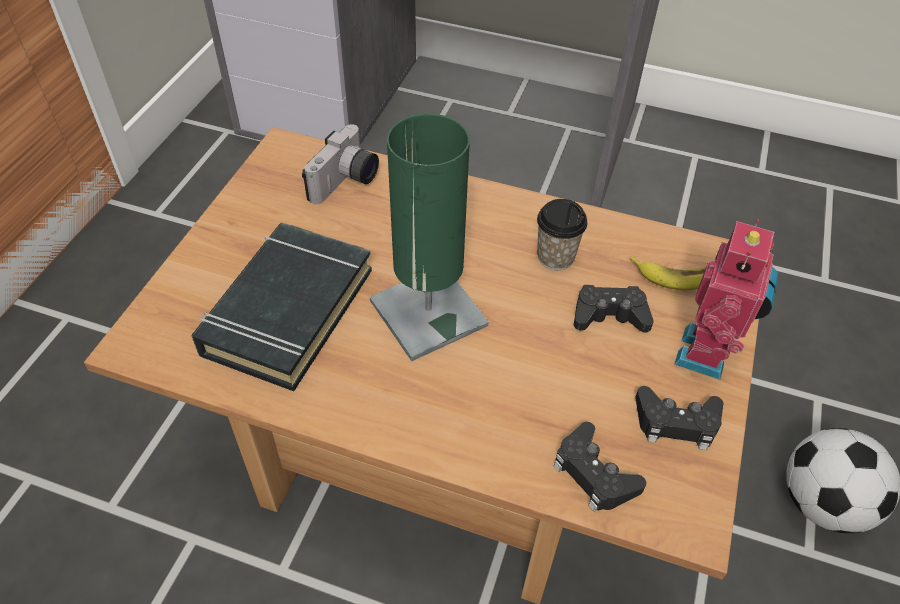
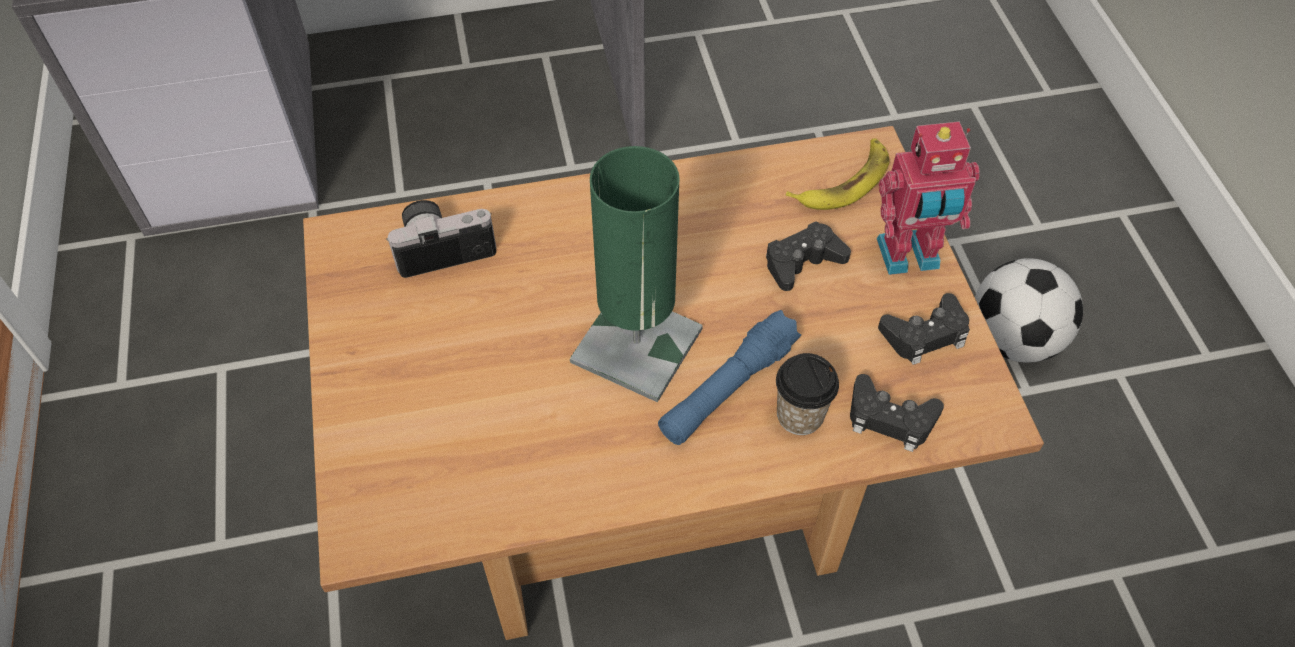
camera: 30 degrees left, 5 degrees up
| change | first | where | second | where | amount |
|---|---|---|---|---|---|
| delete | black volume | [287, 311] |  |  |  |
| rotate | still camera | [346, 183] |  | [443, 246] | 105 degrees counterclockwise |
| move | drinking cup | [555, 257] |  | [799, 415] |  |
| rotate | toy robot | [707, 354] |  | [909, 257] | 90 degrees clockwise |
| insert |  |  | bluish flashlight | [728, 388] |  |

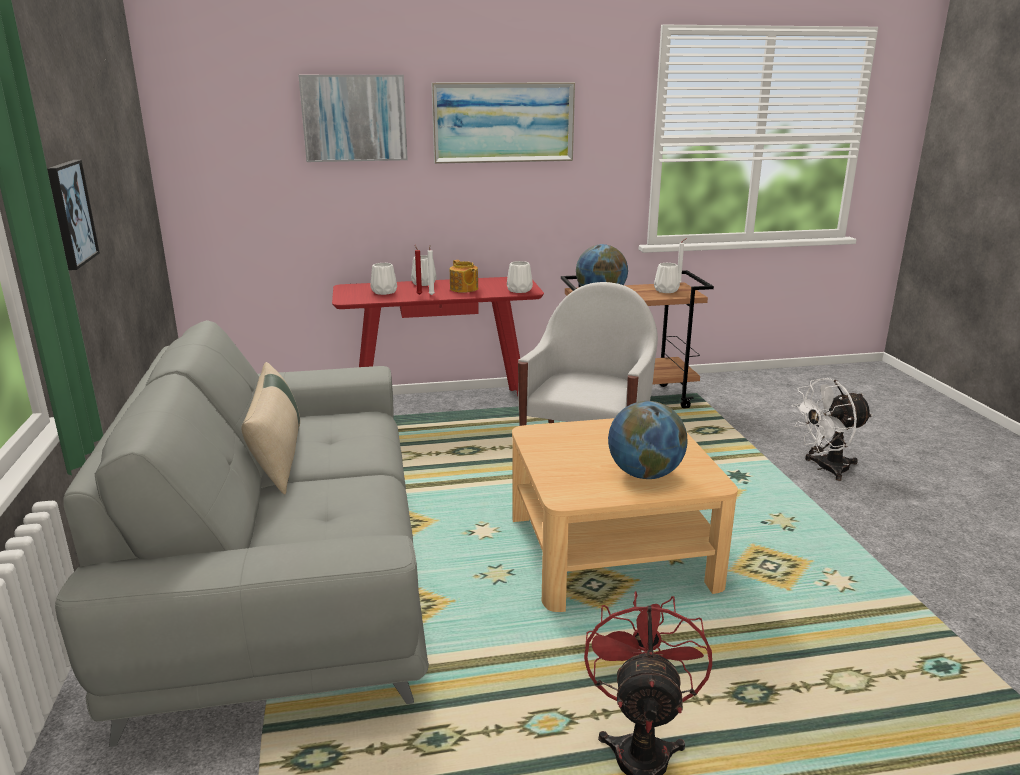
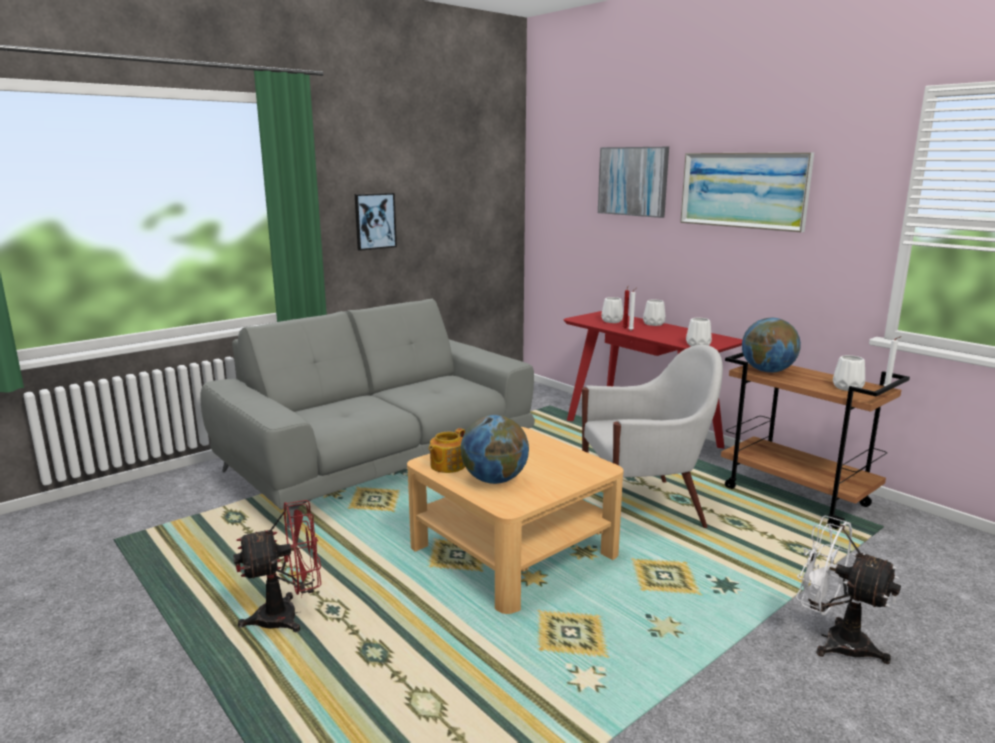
camera: 60 degrees right, 5 degrees down
| change | first | where | second | where | amount |
|---|---|---|---|---|---|
| delete | beige throw pillow | [278, 458] |  |  |  |
| move | pot for tea | [464, 289] |  | [447, 465] |  |

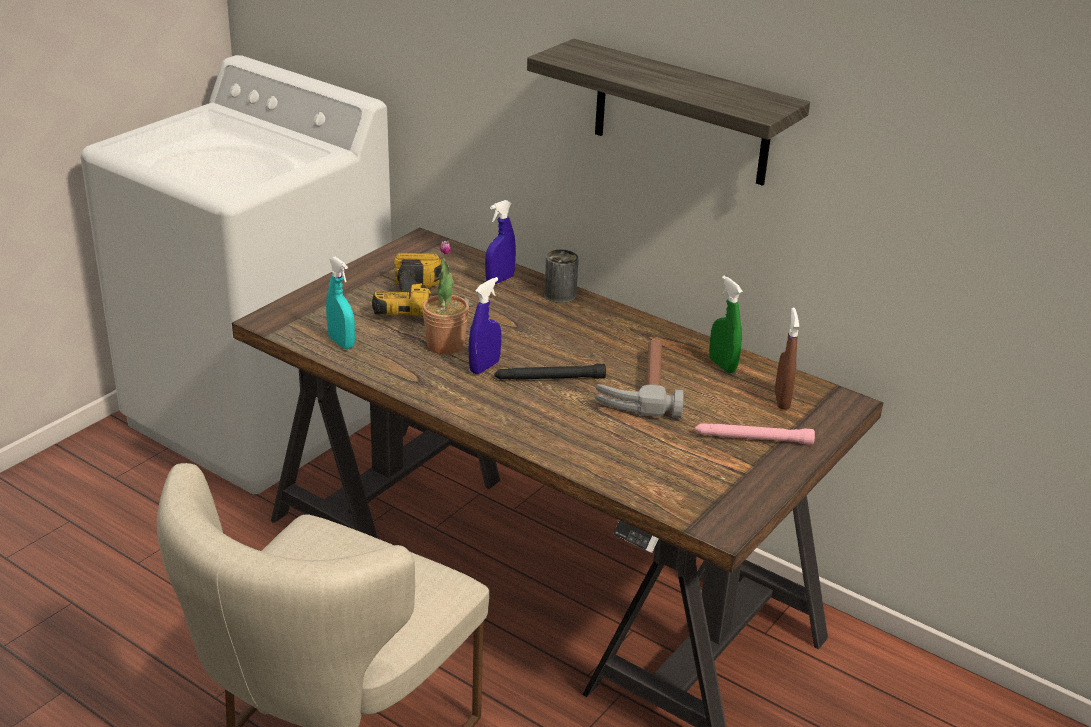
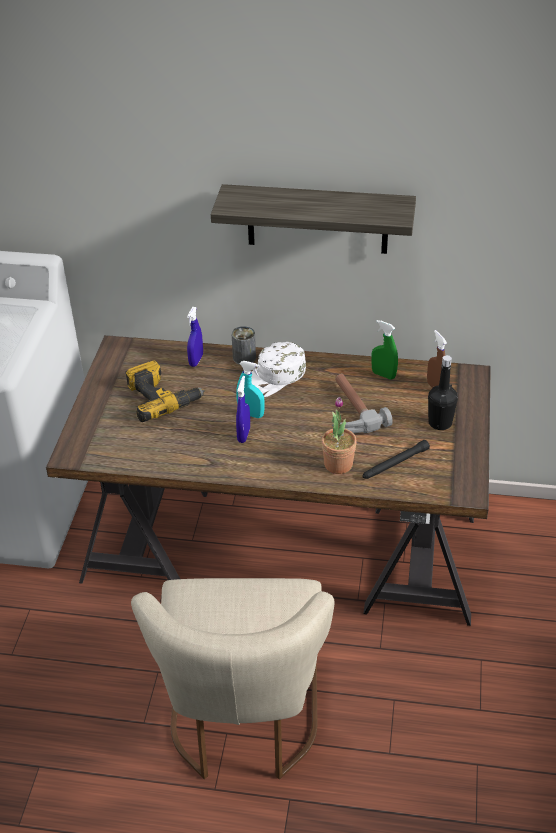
camera: 25 degrees left, 10 degrees up
| change | first | where | second | where | amount |
|---|---|---|---|---|---|
| move | turquoise-coloured hand sprayer | [341, 343] |  | [251, 414] |  |
| move | potted plant | [445, 345] |  | [338, 464] |  |
| move | black flashlight | [549, 378] |  | [394, 464] |  |
| replace | pink flashlight | [753, 439] | black beverage bottle | [440, 423] |  |
| insert |  |  | whitish cap | [274, 377] |  |

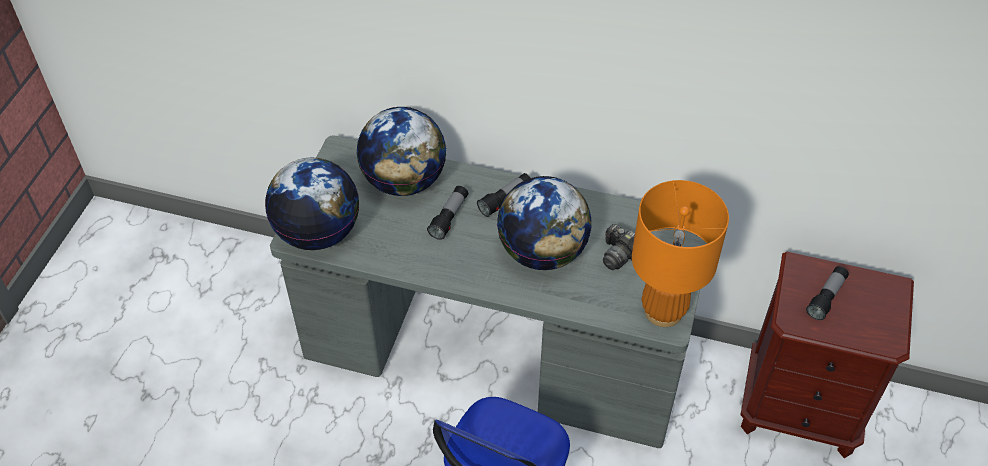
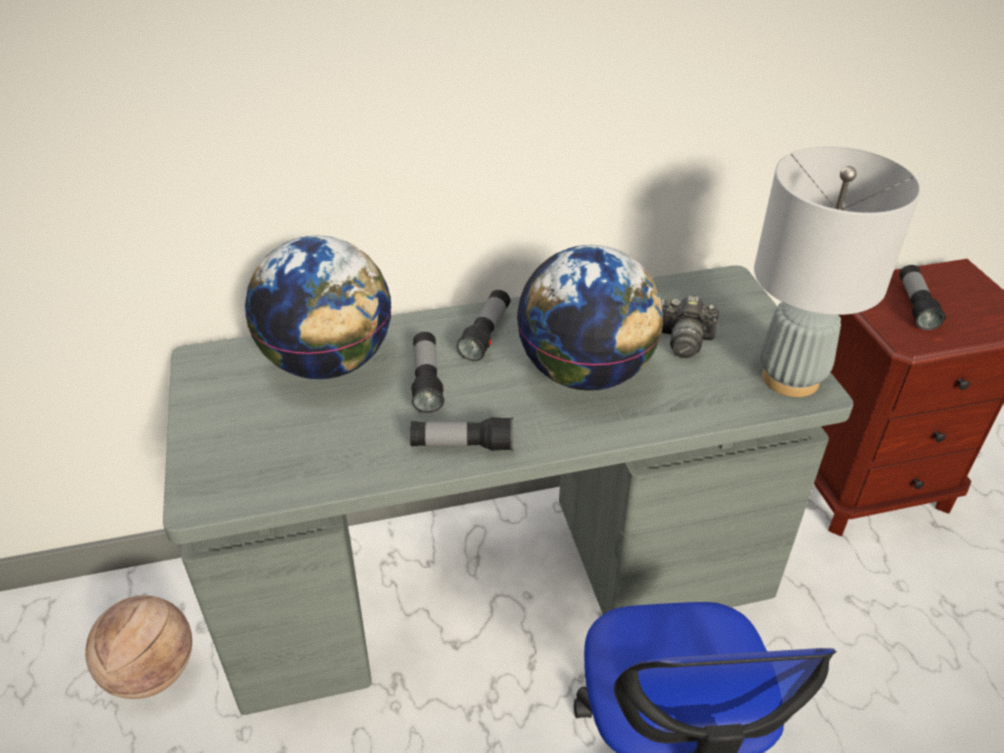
camera: 30 degrees left, 10 degrees down
| change | first | where | second | where | amount |
|---|---|---|---|---|---|
| delete | globe | [318, 232] |  |  |  |
| recolor | orange table lamp | [663, 311] | grey table lamp | [790, 378] |  |
| insert |  |  | ball for basketball | [152, 673] |  |
| insert |  |  | flashlight | [462, 445] |  |

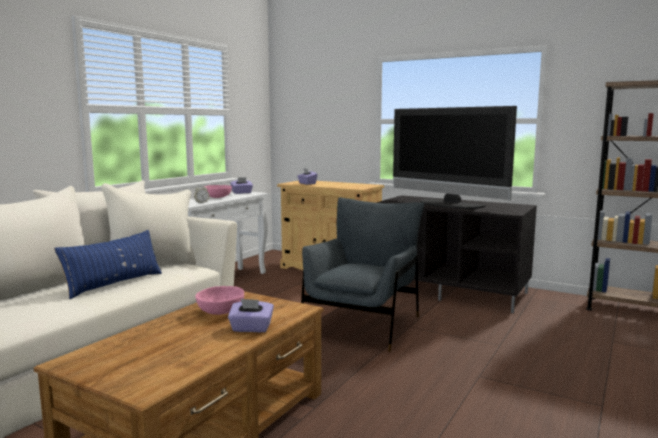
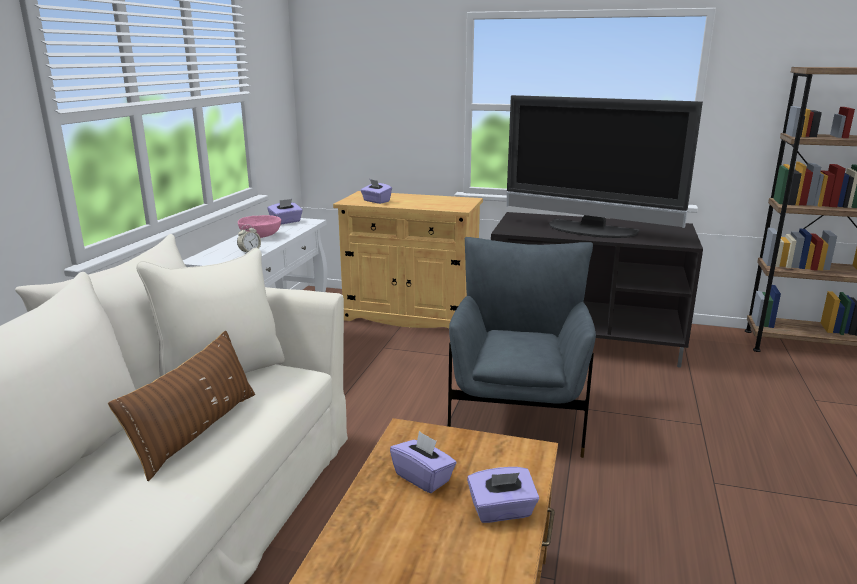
camera: 15 degrees left, 10 degrees up
| change | first | where | second | where | amount |
|---|---|---|---|---|---|
| recolor | bluish throw pillow | [114, 284] | brown throw pillow | [196, 431] |  |
| replace | pink serving bowl | [220, 312] | purplish tissue holder | [423, 477] |  |

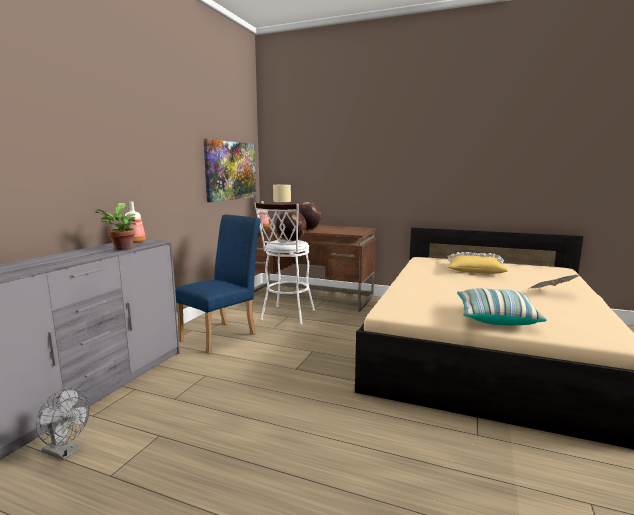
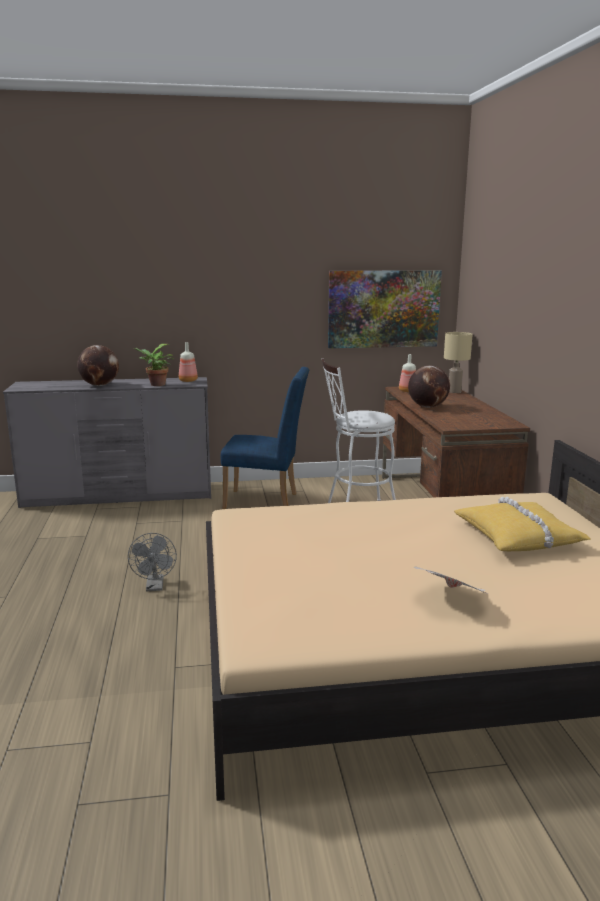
camera: 60 degrees right, 5 degrees up
| change | first | where | second | where | amount |
|---|---|---|---|---|---|
| move | grey cooling fan | [65, 452] |  | [155, 587] |  |
| move | globe | [291, 241] |  | [100, 385] |  |
| delete | throw pillow | [495, 318] |  |  |  |

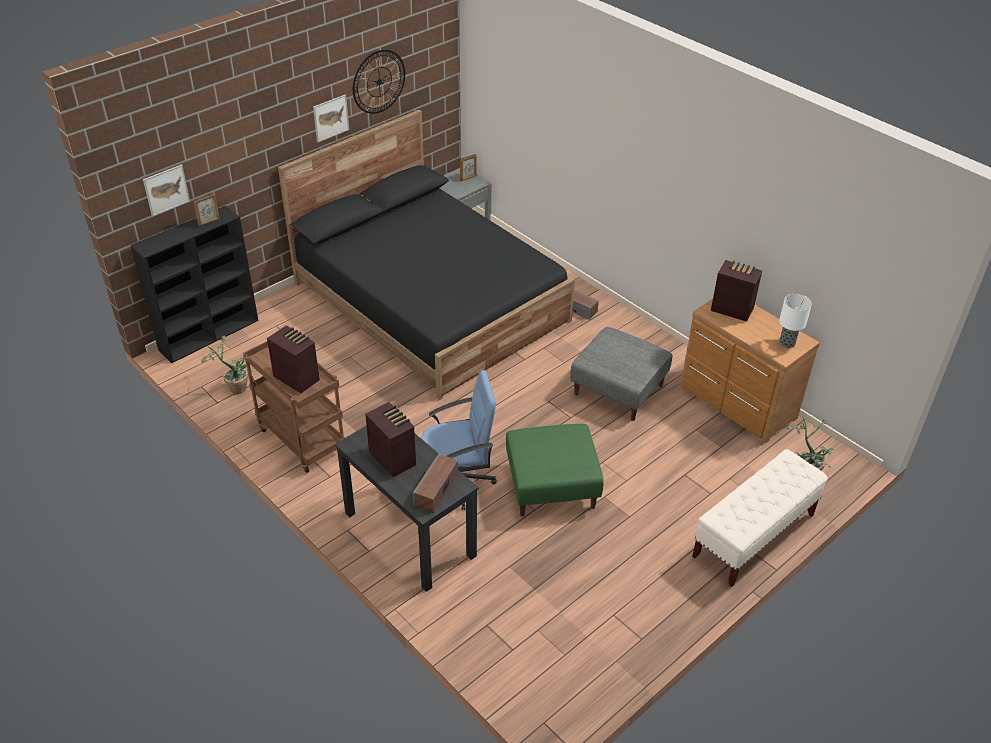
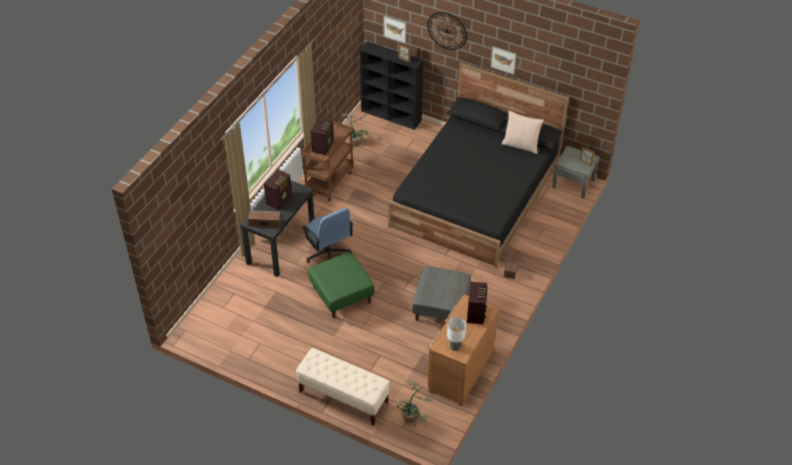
camera: 70 degrees right, 5 degrees up
| change | first | where | second | where | amount |
|---|---|---|---|---|---|
| move | wall clock | [379, 82] |  | [447, 31] |  |
| insert |  |  | beige throw pillow | [521, 145] |  |

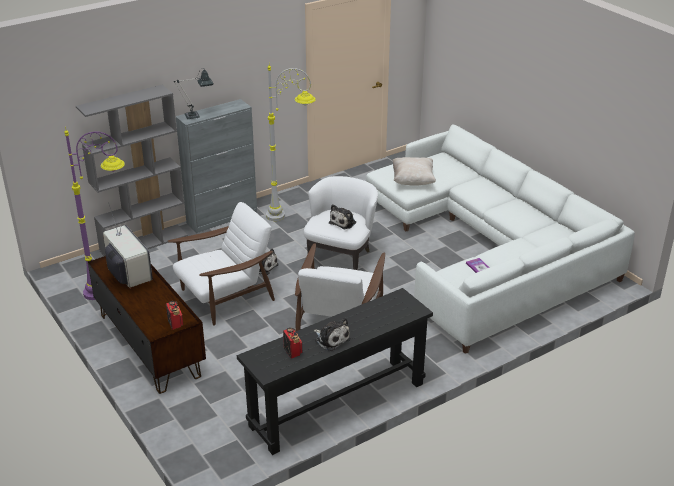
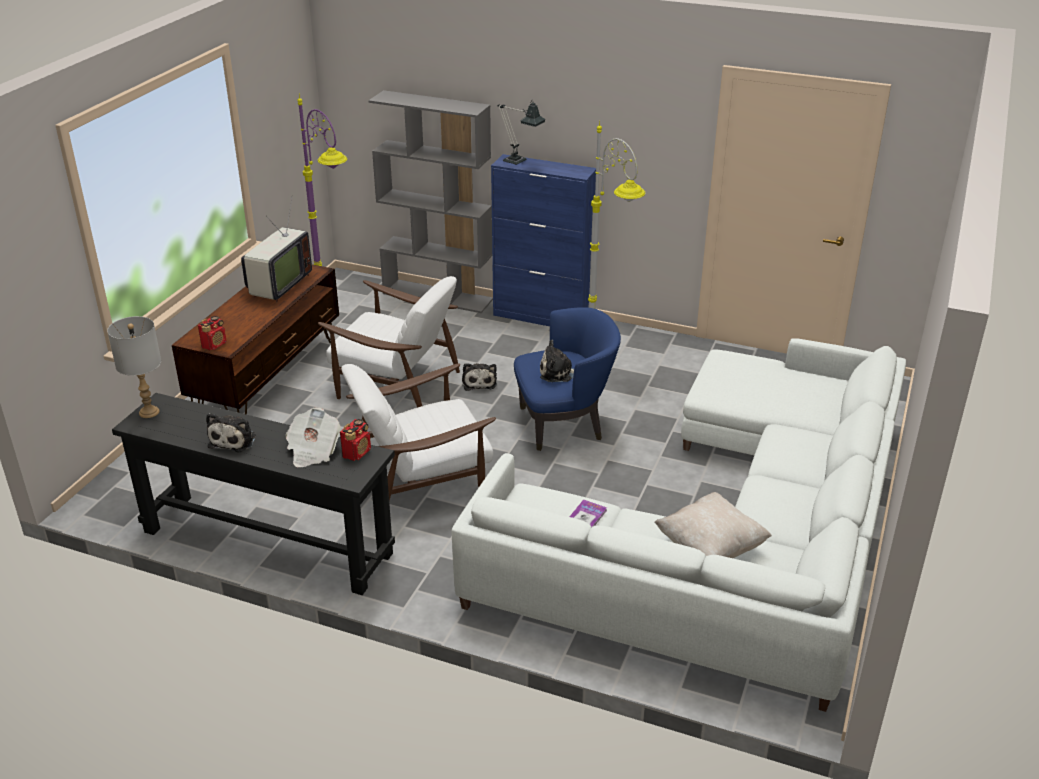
camera: 55 degrees right, 0 degrees up
| change | first | where | second | where | amount |
|---|---|---|---|---|---|
| recolor | grey storage cabinet | [222, 218] | bluish storage cabinet | [542, 317] |  |
| move | radio set | [292, 351] |  | [357, 453] |  |
| recolor | whitish easy chair | [341, 256] | bluish easy chair | [564, 424] |  |
| move | beige throw pillow | [413, 181] |  | [710, 548] |  |
| insert |  |  | grey table lamp | [149, 412] |  |
| insert |  |  | daily paper | [313, 451] |  |

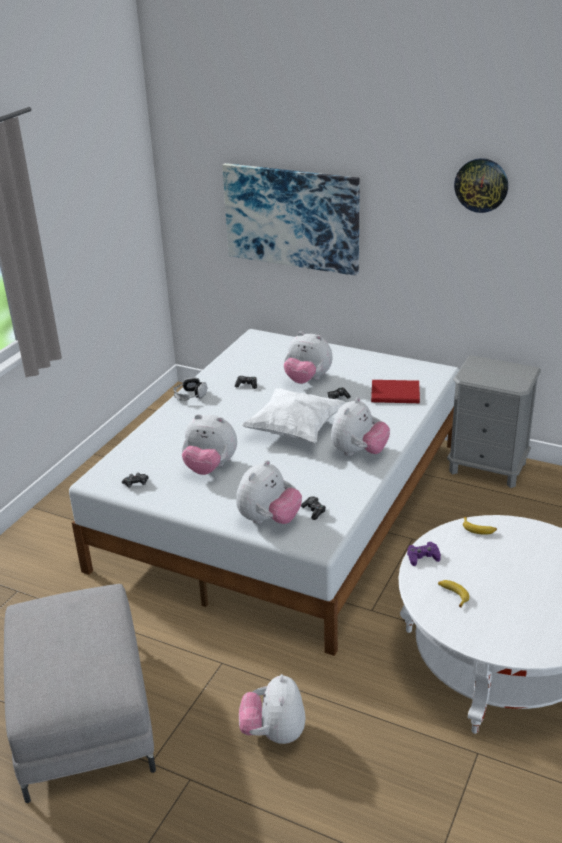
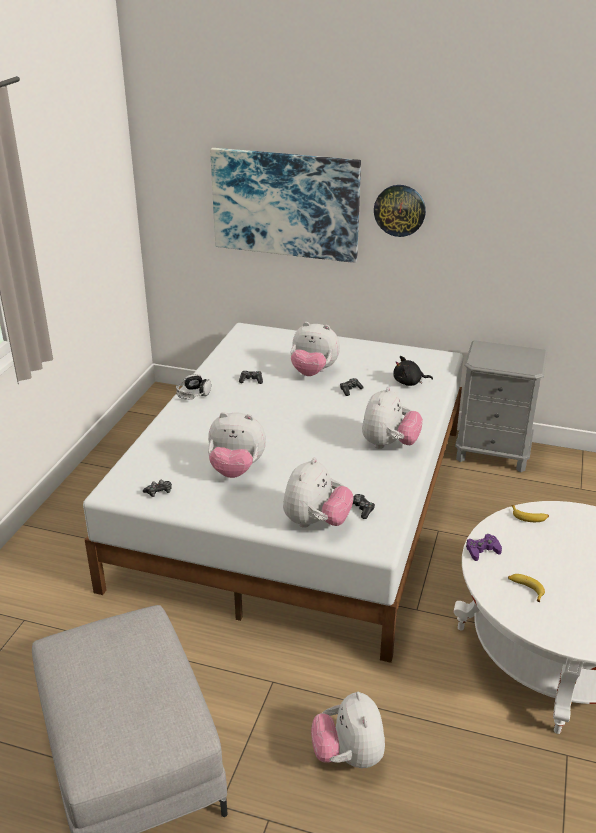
camera: 10 degrees left, 0 degrees up
| change | first | where | second | where | amount |
|---|---|---|---|---|---|
| delete | whitish throw pillow | [295, 430] |  |  |  |
| replace | reddish volume | [396, 394] | black cuddly toy | [409, 382] |  |
| move | wall clock | [481, 185] |  | [399, 210] |  |

